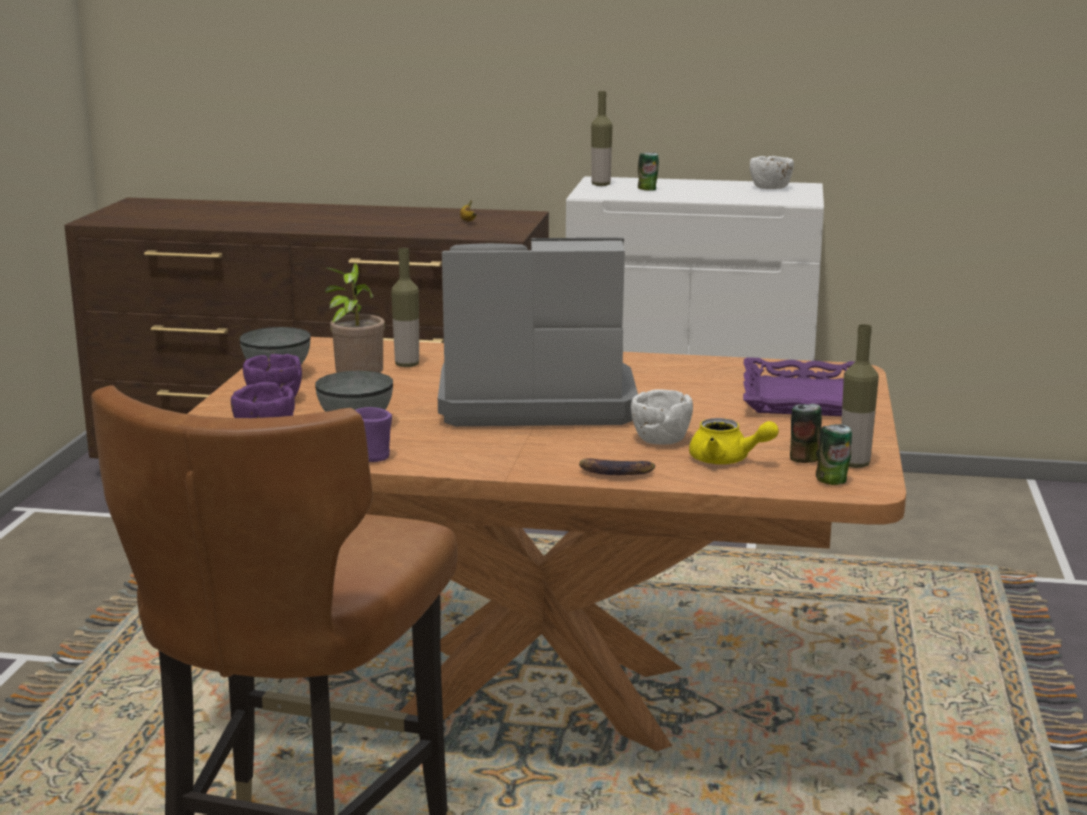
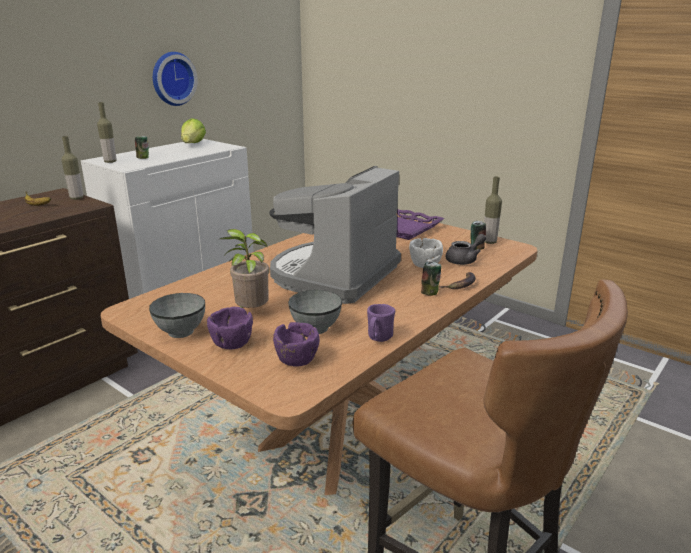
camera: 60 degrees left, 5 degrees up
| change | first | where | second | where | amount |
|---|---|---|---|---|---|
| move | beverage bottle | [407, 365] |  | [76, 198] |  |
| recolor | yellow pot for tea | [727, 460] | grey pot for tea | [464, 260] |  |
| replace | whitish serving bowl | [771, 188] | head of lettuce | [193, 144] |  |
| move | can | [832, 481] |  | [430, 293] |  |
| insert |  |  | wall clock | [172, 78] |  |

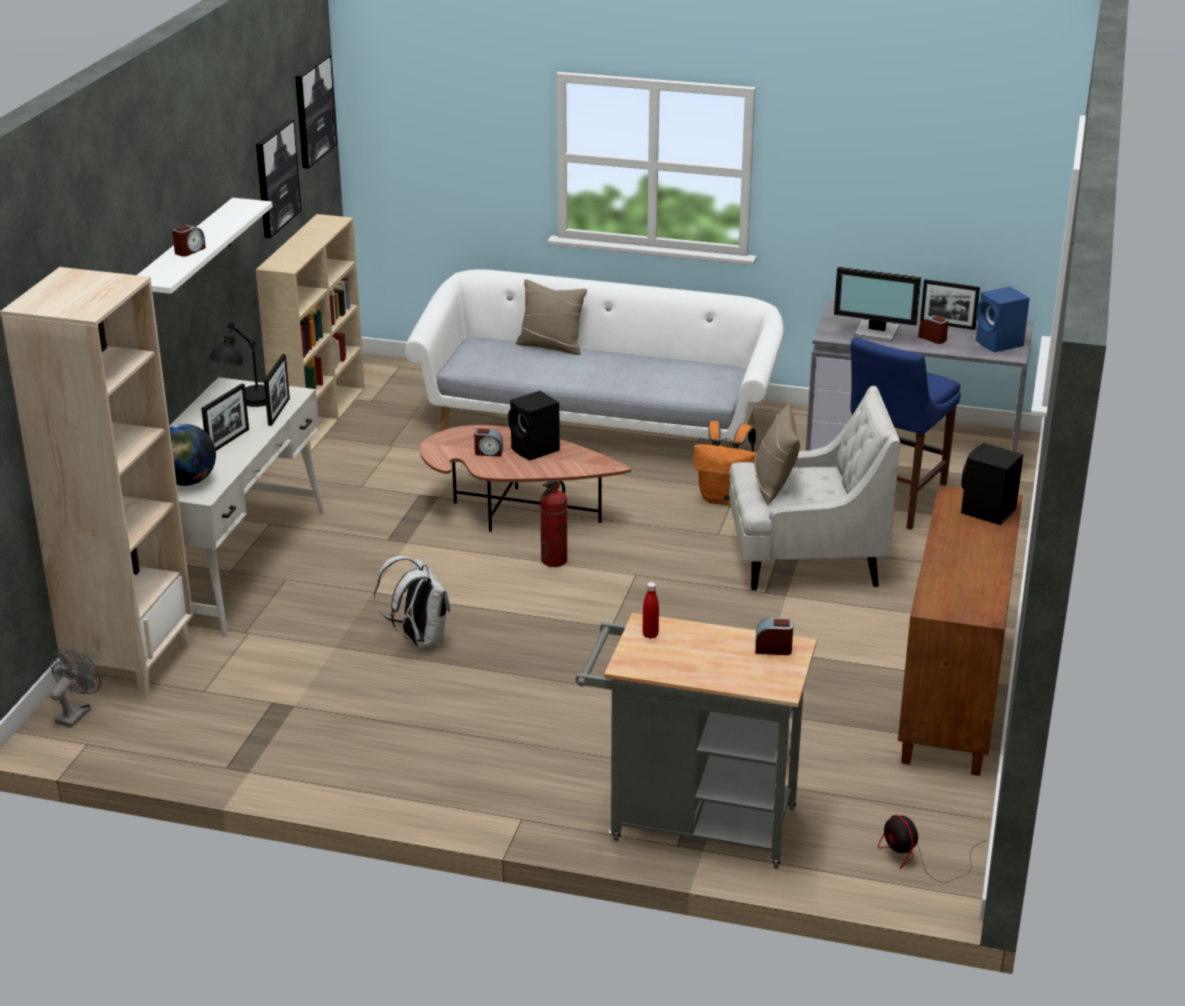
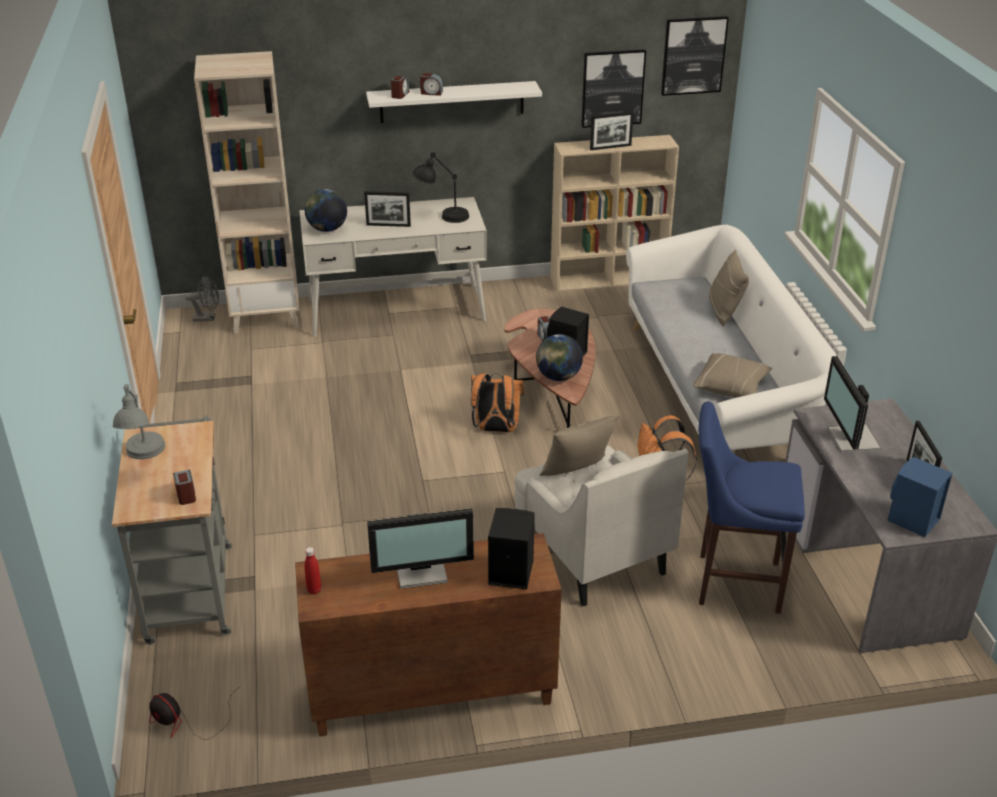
camera: 65 degrees right, 5 degrees up
| change | first | where | second | where | amount |
|---|---|---|---|---|---|
| move | photo frame | [279, 412] |  | [610, 147] |  |
| delete | whitish knapsack | [419, 639] |  |  |  |
| replace | fire-fighting cylinder | [554, 561] | orange knapsack | [495, 429] |  |
| move | reddish beverage bottle | [650, 635] |  | [314, 590] |  |
| rotate | cooling fan | [919, 859] |  | [186, 722] | 90 degrees counterclockwise |
| move | table clock | [933, 338] |  | [400, 95] |  |
| insert |  |  | grey table lamp | [144, 458] |  |
| insert |  |  | computer display | [422, 571] |  |
| insert |  |  | globe | [558, 377] |  |
| insert |  |  | beige throw pillow | [731, 387] |  |

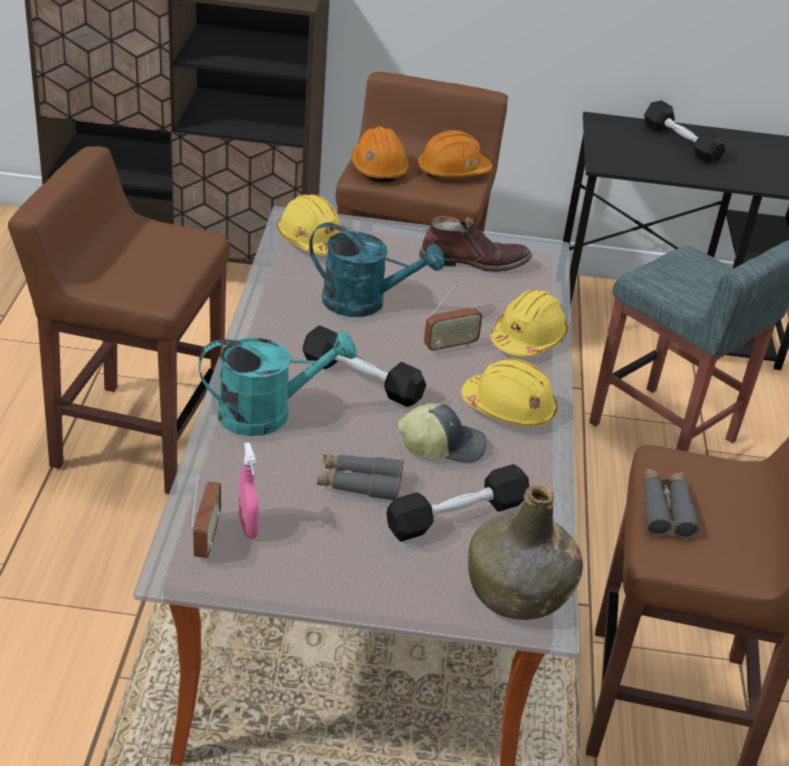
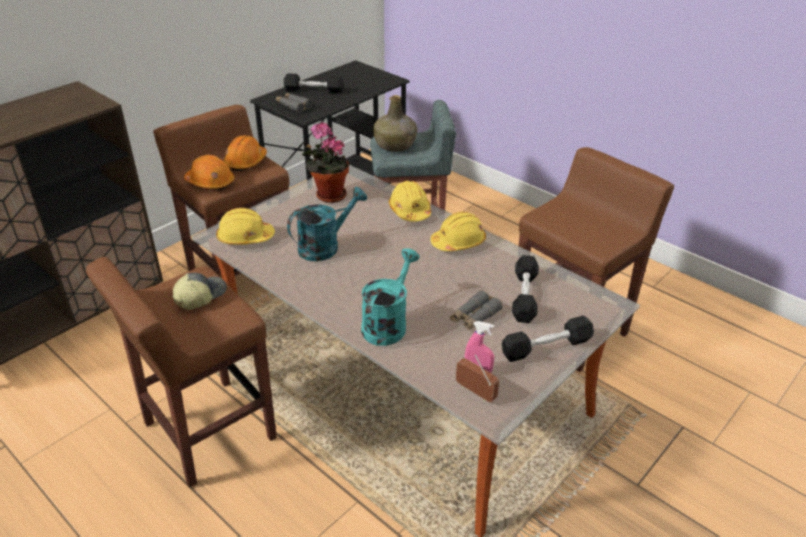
camera: 50 degrees left, 0 degrees up
| change | first | where | second | where | amount |
|---|---|---|---|---|---|
| move | black free weight | [362, 379] |  | [546, 347] |  |
| move | cap | [442, 445] |  | [200, 296] |  |
| replace | brown boot | [474, 261] | potted plant | [328, 195] |  |
| delete | radio set | [450, 346] |  |  |  |
| move | green beverage bottle | [519, 591] |  | [395, 145] |  |
| move | grey binoculars | [665, 509] |  | [293, 106] |  |

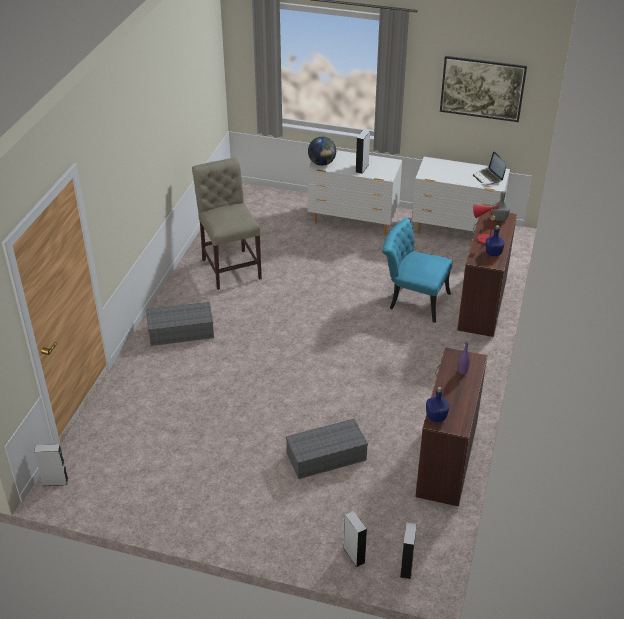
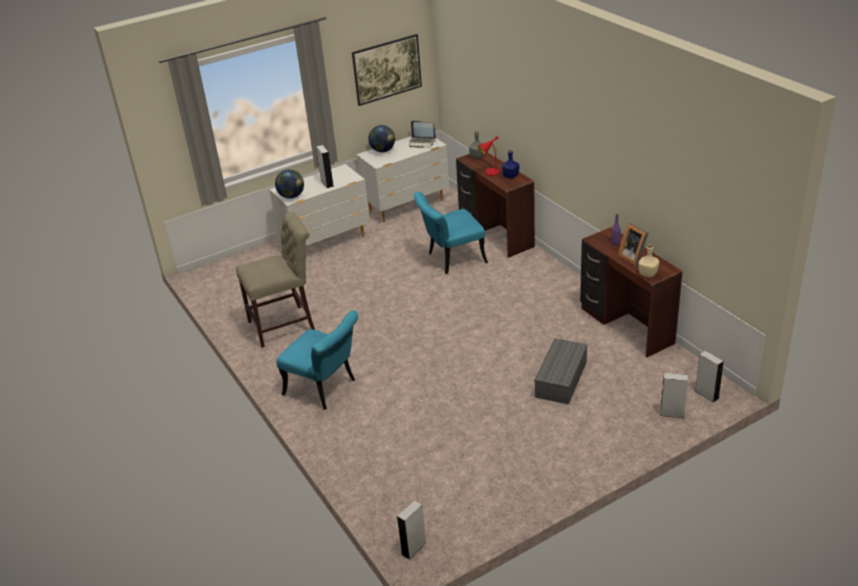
camera: 45 degrees left, 5 degrees down
| change | first | where | second | where | amount |
|---|---|---|---|---|---|
| replace | grey storage bin | [180, 332] | turquoise-coloured chair | [326, 389] |  |
| rotate | beige chair | [230, 266] |  | [285, 325] | 135 degrees clockwise |
| recolor | bluish beverage bottle | [436, 417] | beige beverage bottle | [648, 274] |  |
| insert |  |  | globe | [383, 151] |  |
| insert |  |  | photo frame | [633, 257] |  |

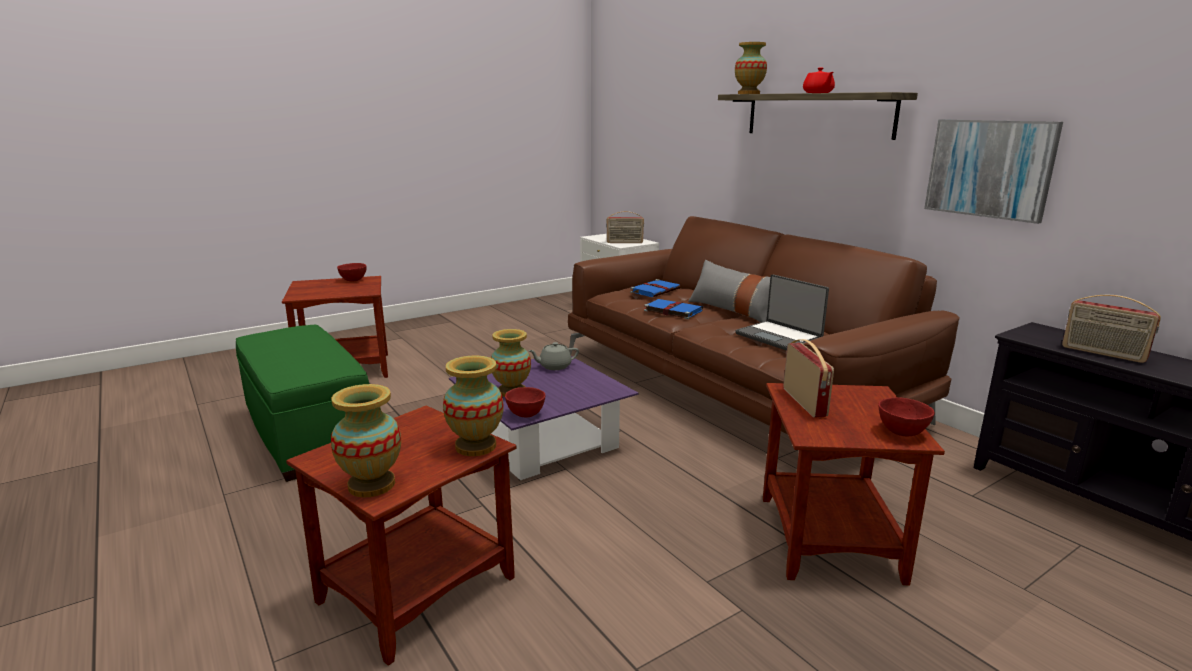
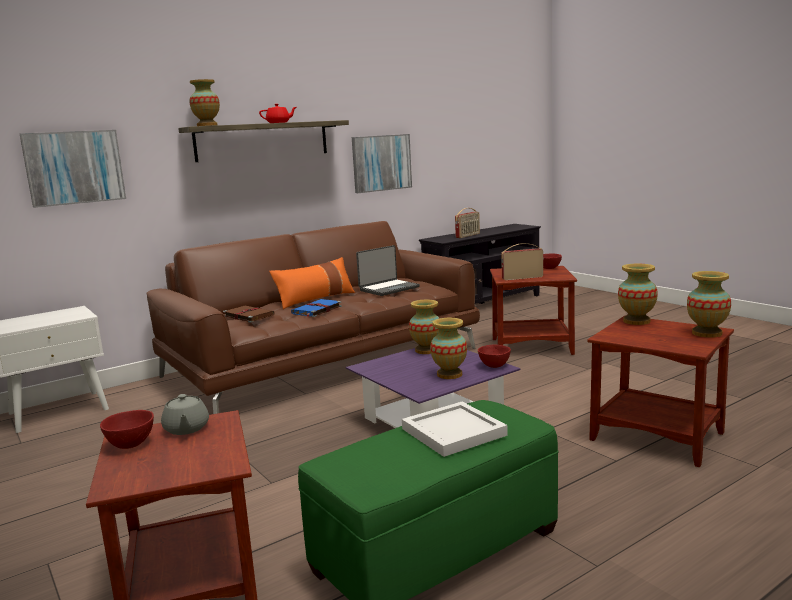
camera: 90 degrees left, 5 degrees down
| change | first | where | second | where | amount |
|---|---|---|---|---|---|
| move | grey pot for tea | [554, 366] |  | [186, 429] |  |
| delete | radio set | [624, 242] |  |  |  |
| recolor | bluish volume | [655, 290] | brown volume | [248, 315] |  |
| recolor | grey throw pillow | [732, 310] | orange throw pillow | [315, 299] |  |
| insert |  |  | wall picture | [74, 167] |  |
| insert |  |  | whitish serving tray | [452, 432] |  |
| insert |  |  | vase | [426, 350] |  |

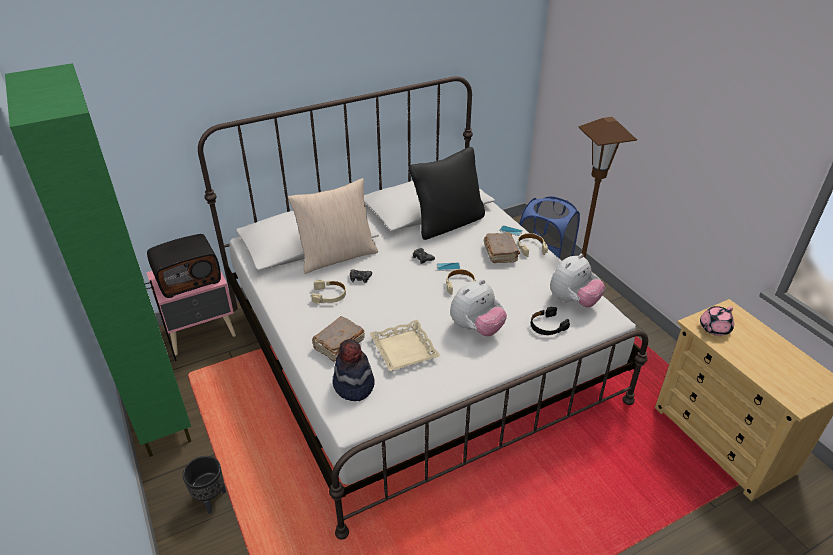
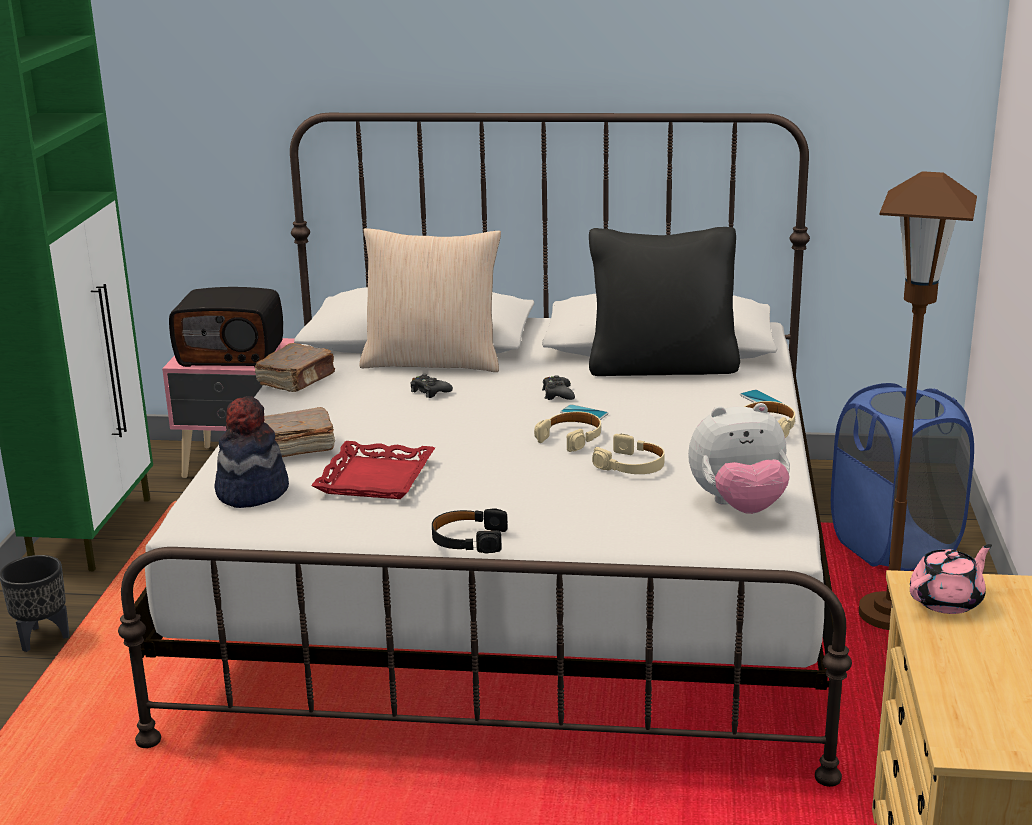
camera: 35 degrees right, 15 degrees down
| change | first | where | second | where | amount |
|---|---|---|---|---|---|
| move | beige headphones | [329, 295] |  | [631, 465] |  |
| recolor | beige serving tray | [403, 349] | reddish serving tray | [374, 478] |  |
| delete | cuddly toy | [476, 328] |  |  |  |
| move | brown volume | [500, 253] |  | [297, 380] |  |
| move | black headphones | [547, 326] |  | [468, 540] |  |
| rotate | pink pot for tea | [714, 328] |  | [947, 601] | 150 degrees clockwise |

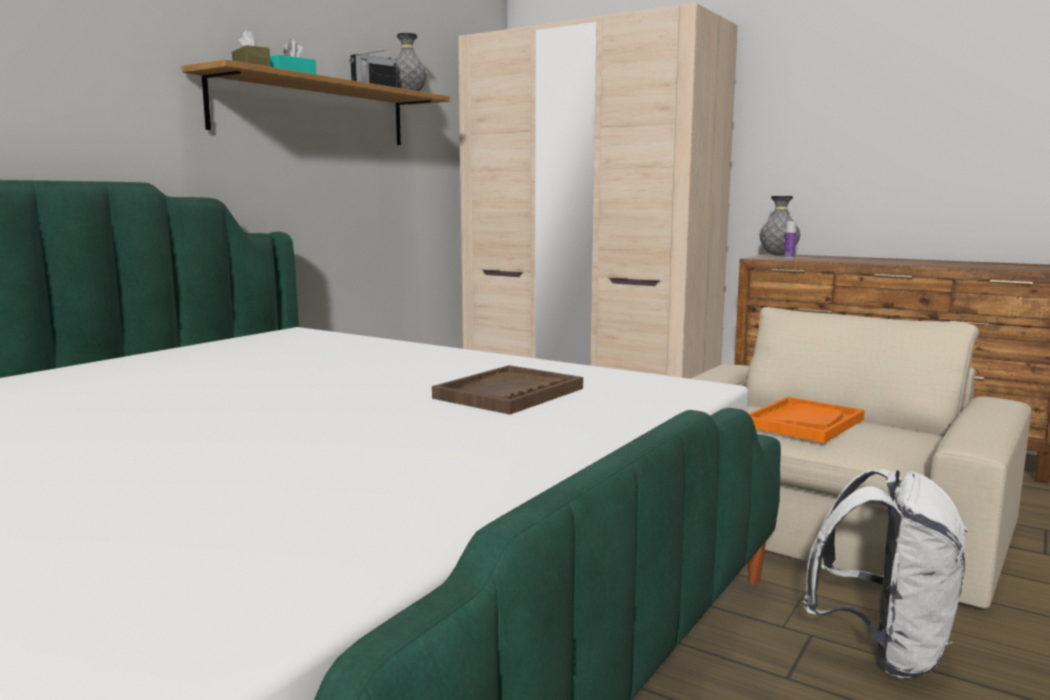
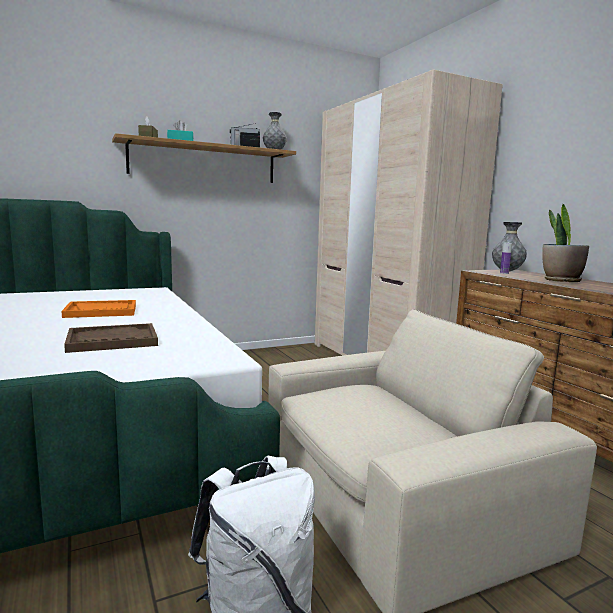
camera: 30 degrees right, 0 degrees up
| change | first | where | second | where | amount |
|---|---|---|---|---|---|
| move | orange serving tray | [803, 422] |  | [101, 311] |  |
| insert |  |  | potted plant | [561, 280] |  |

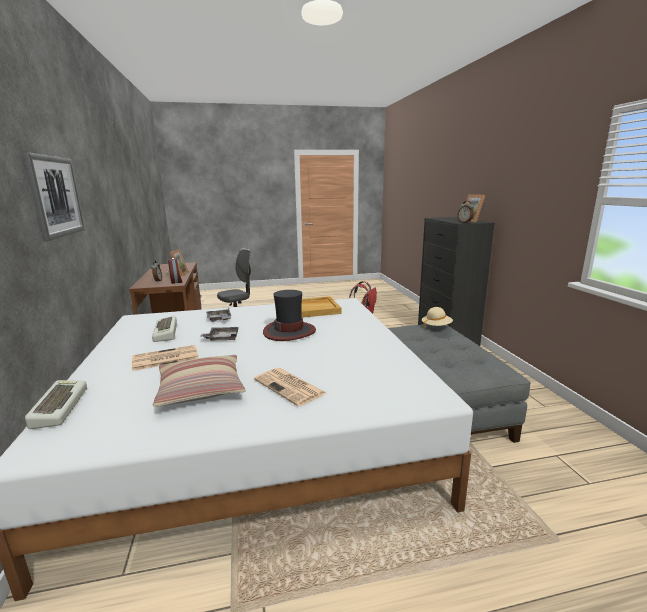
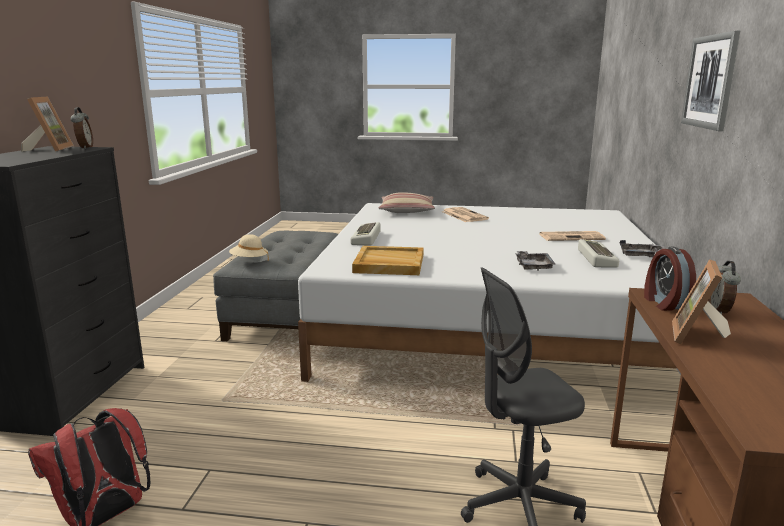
camera: 160 degrees left, 0 degrees up
| change | first | where | second | where | amount |
|---|---|---|---|---|---|
| move | keyboard | [58, 407] |  | [367, 238] |  |
| move | throw pillow | [201, 389] |  | [407, 211] |  |
| move | grey serving tray | [222, 338] |  | [640, 255] |  |
| delete | hat | [289, 331] |  |  |  |

